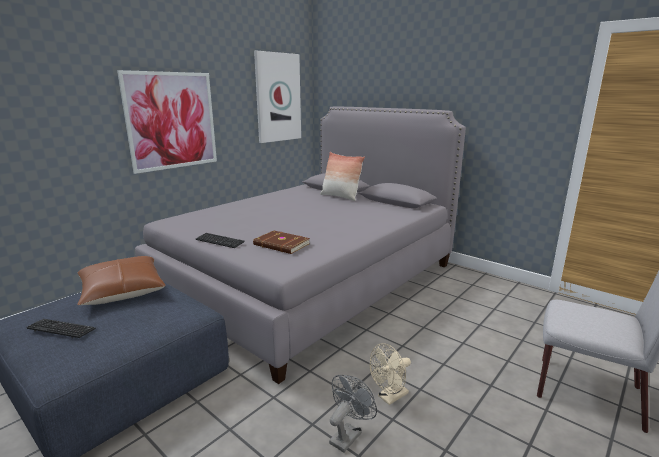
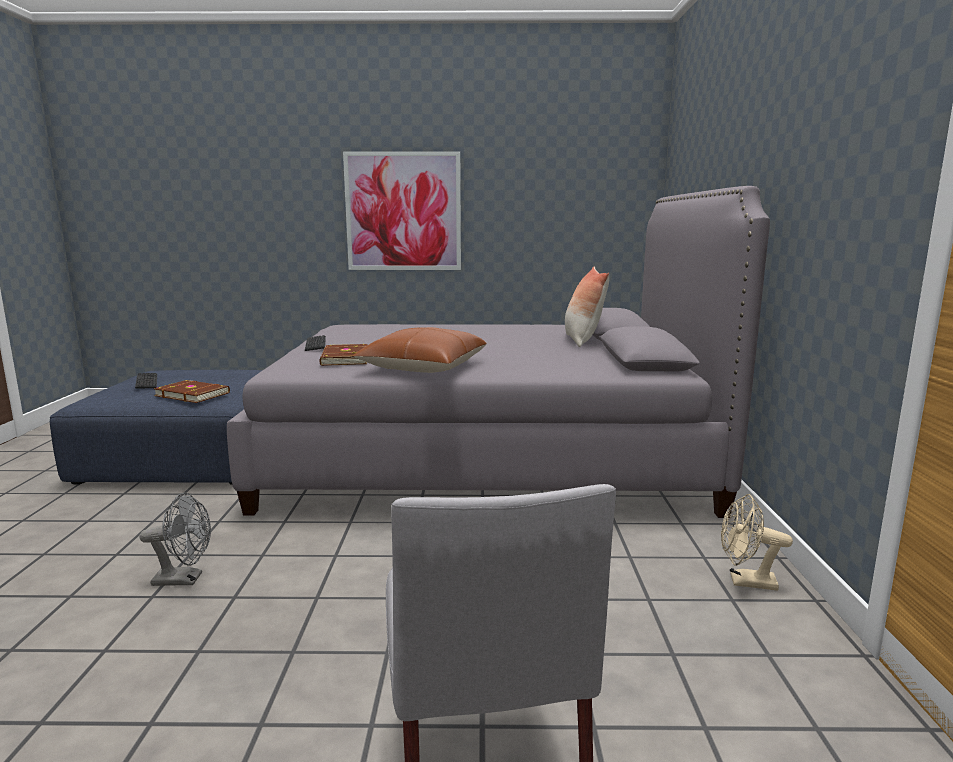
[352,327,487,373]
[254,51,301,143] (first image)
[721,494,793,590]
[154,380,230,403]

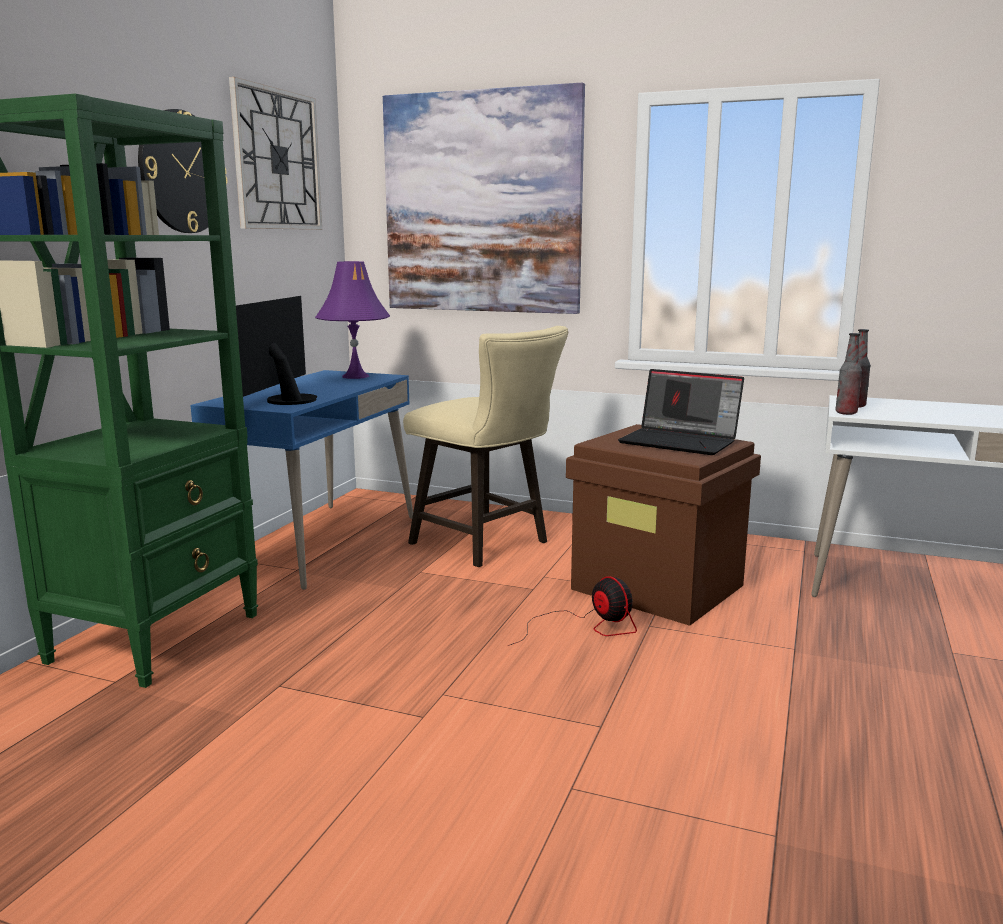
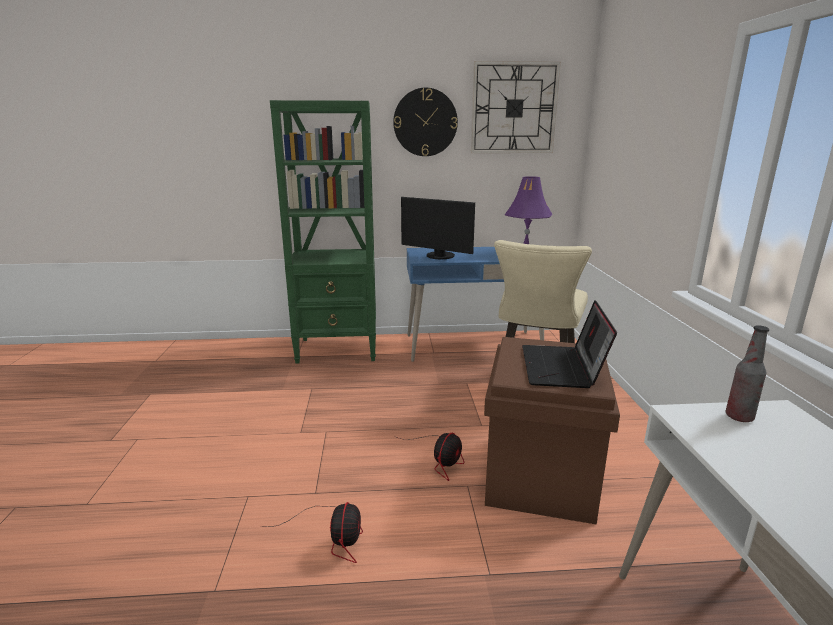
[401,197,475,259]
[383,83,585,314] (first image)
[835,333,862,415] (first image)
[261,502,363,563]

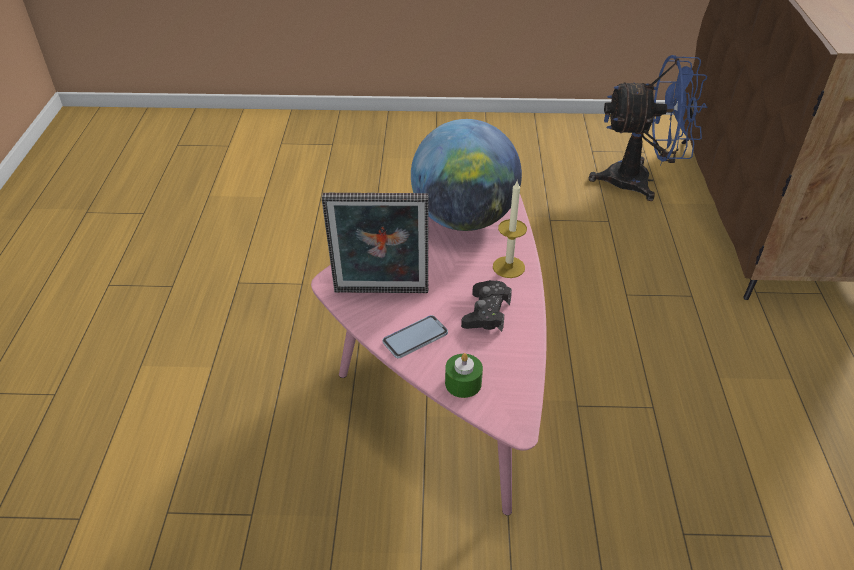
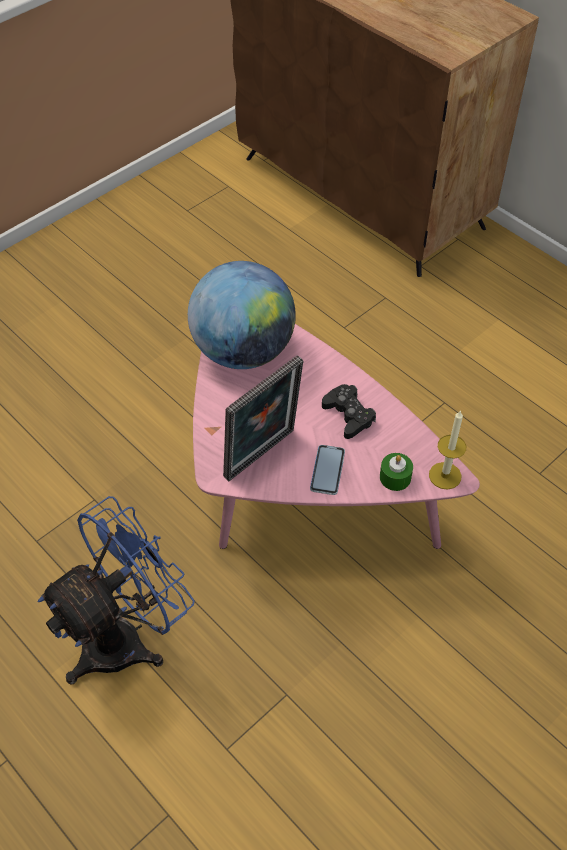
[429,410,466,489]
[38,496,195,685]

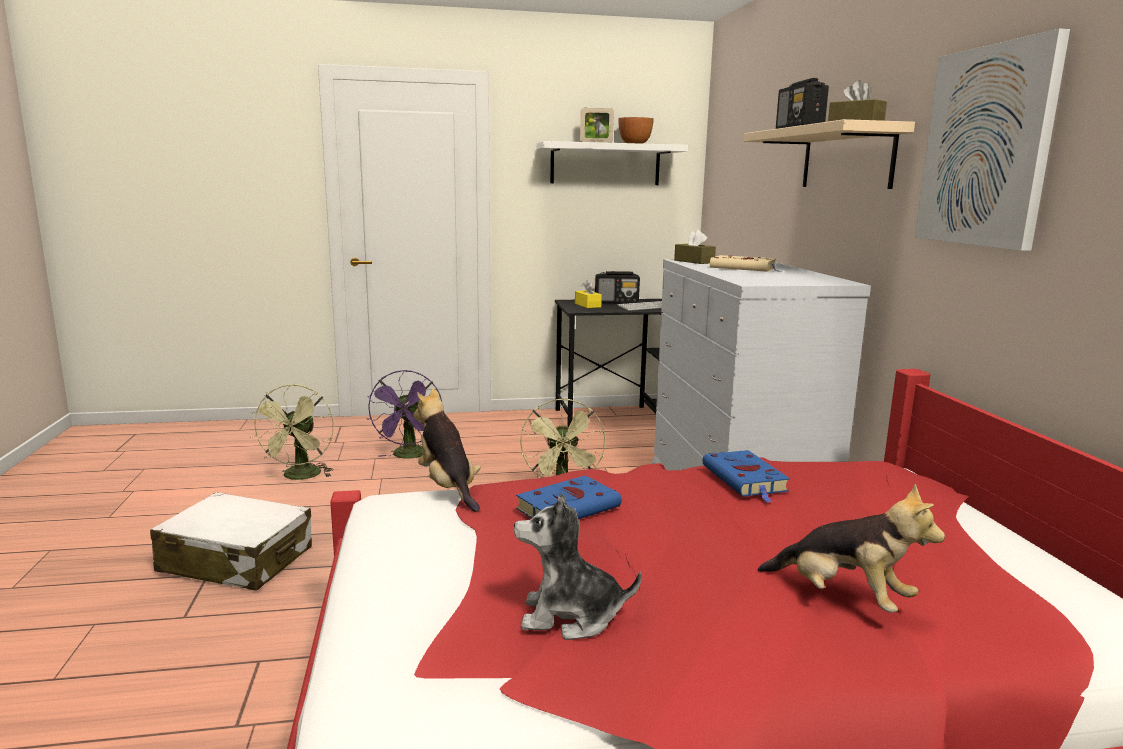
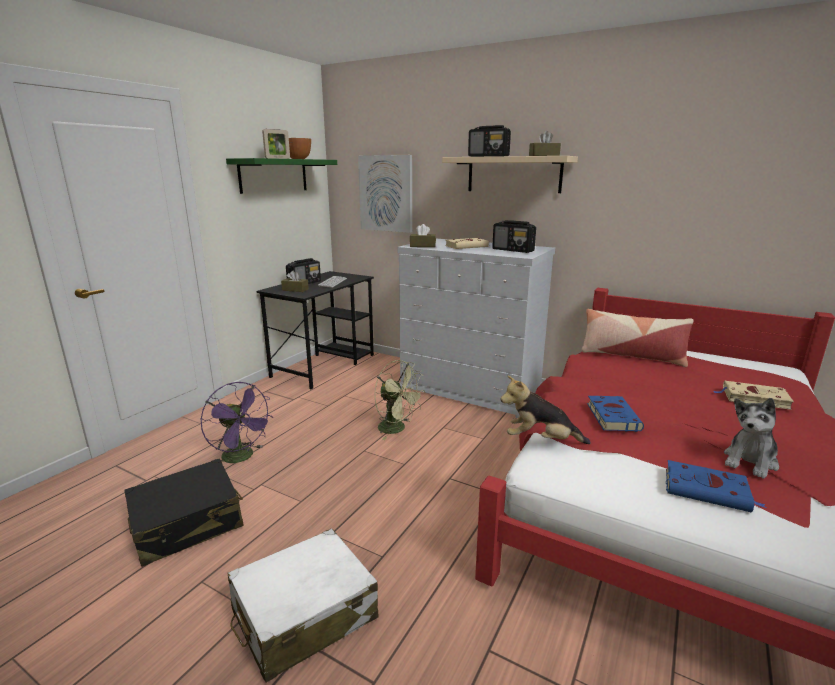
[124,458,244,567]
[226,158,337,194]
[281,271,309,292]
[666,460,766,513]
[714,381,794,410]
[358,155,412,233]
[492,220,536,253]
[582,309,693,367]

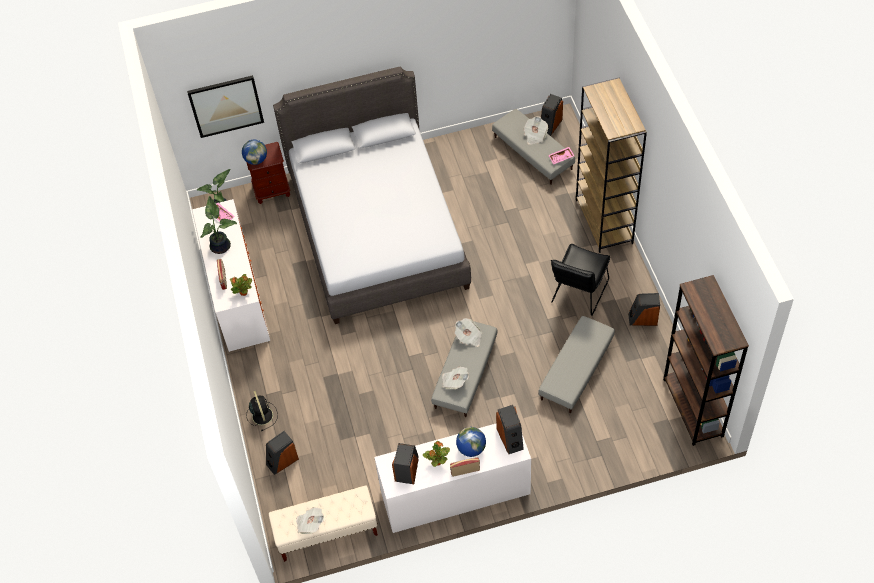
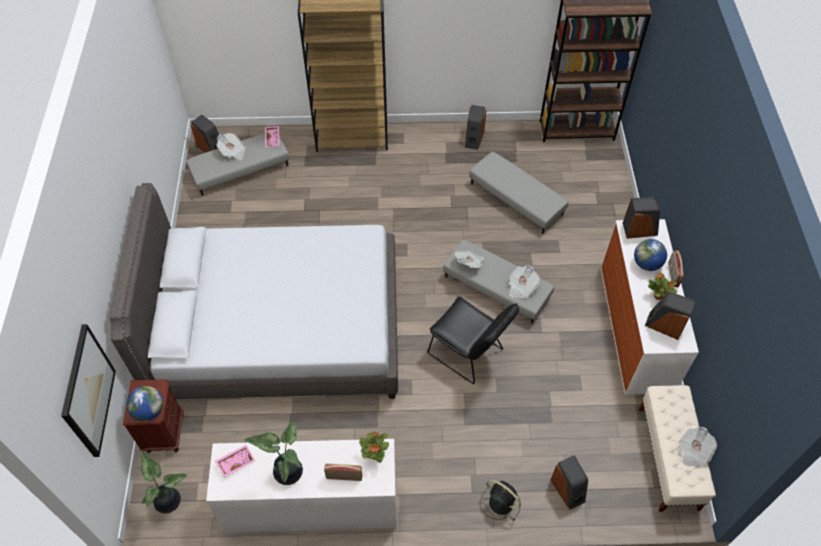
[480,479,521,521]
[427,297,519,384]

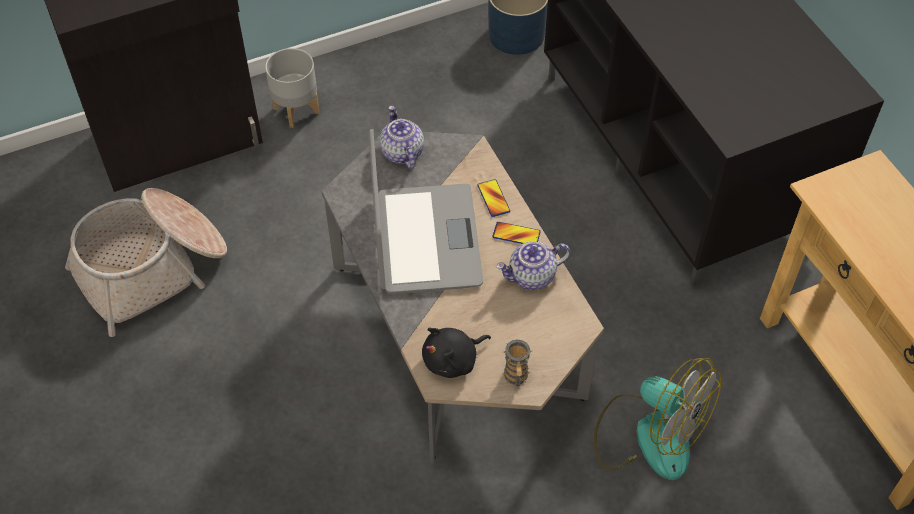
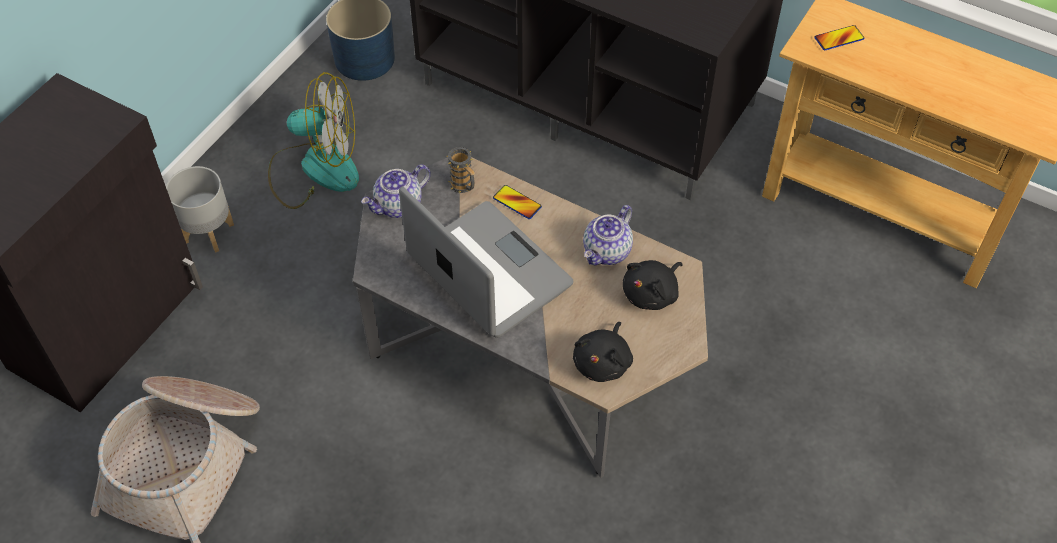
[361,164,431,218]
[815,25,864,50]
[446,147,475,193]
[268,72,359,209]
[623,260,683,310]

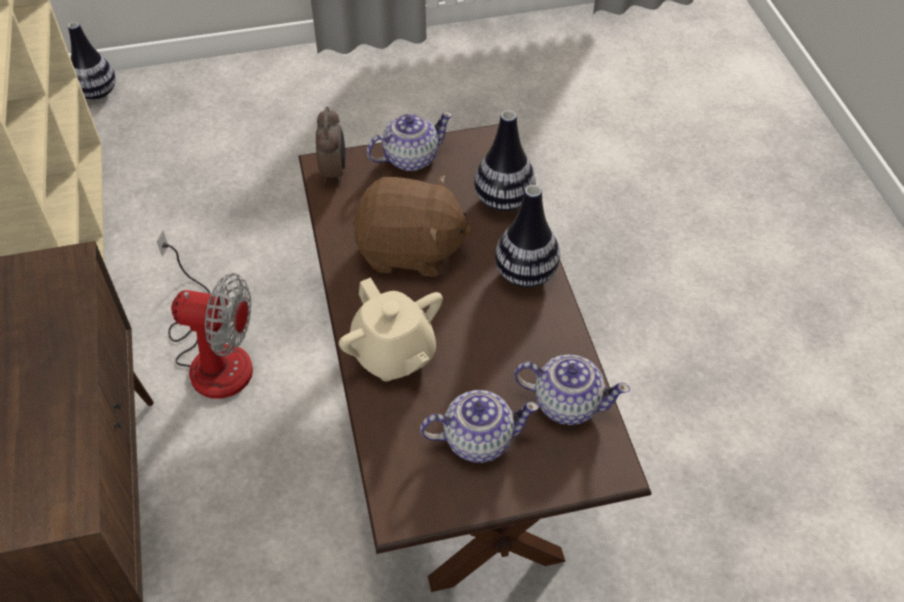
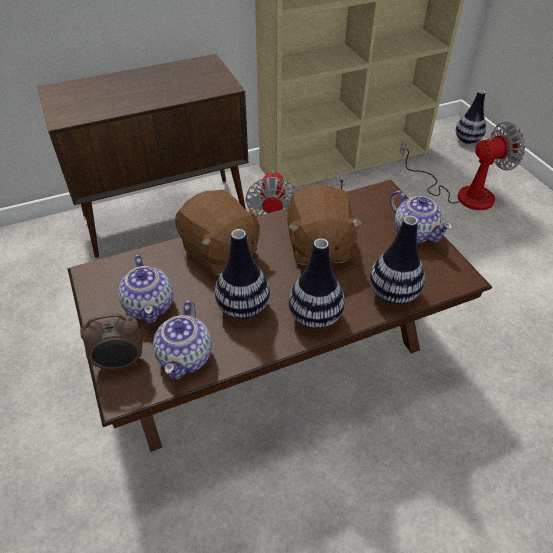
[80,313,142,372]
[175,189,261,276]
[215,229,270,319]
[400,122,525,210]

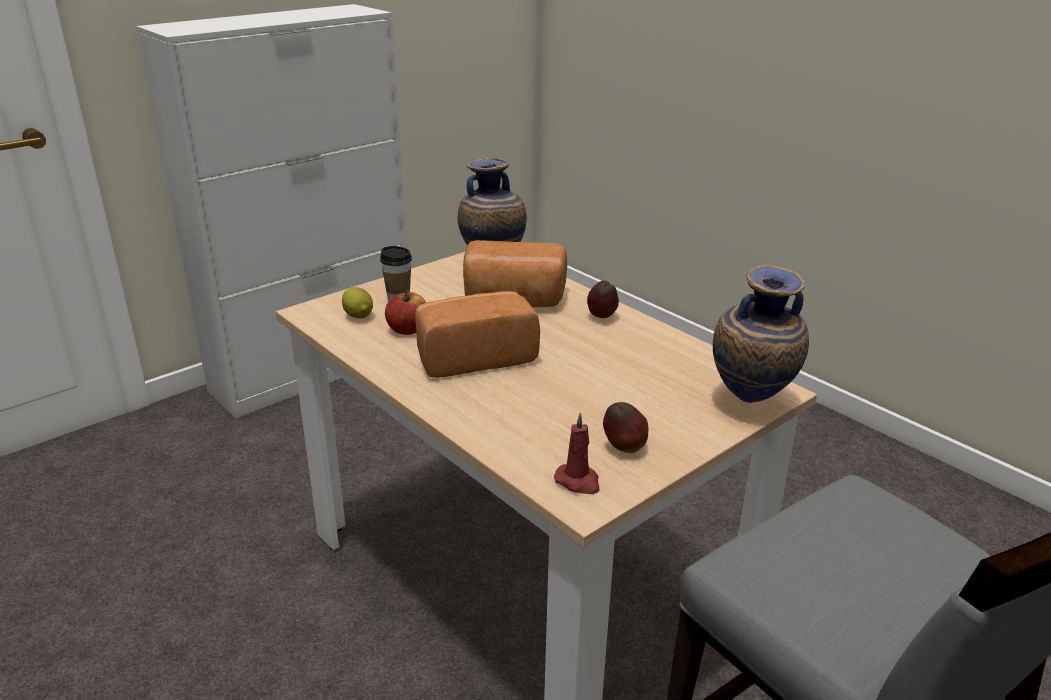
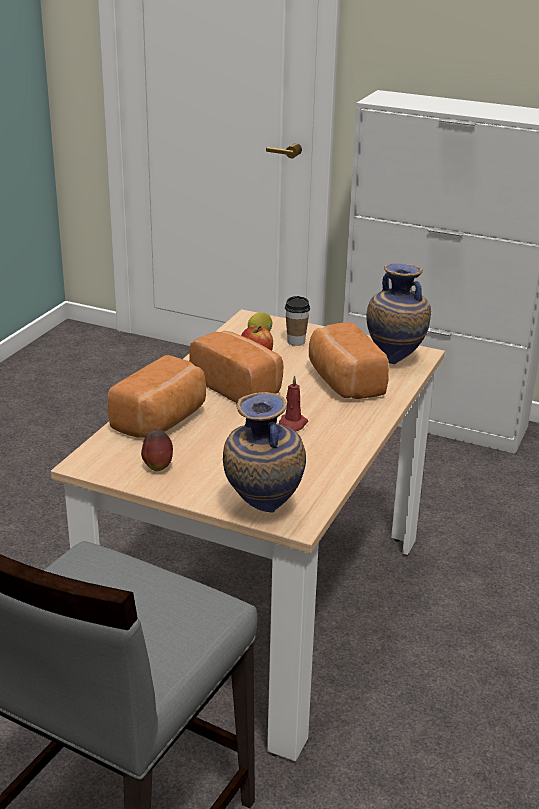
[279,375,308,432]
[587,280,619,318] (first image)
[108,355,206,438]

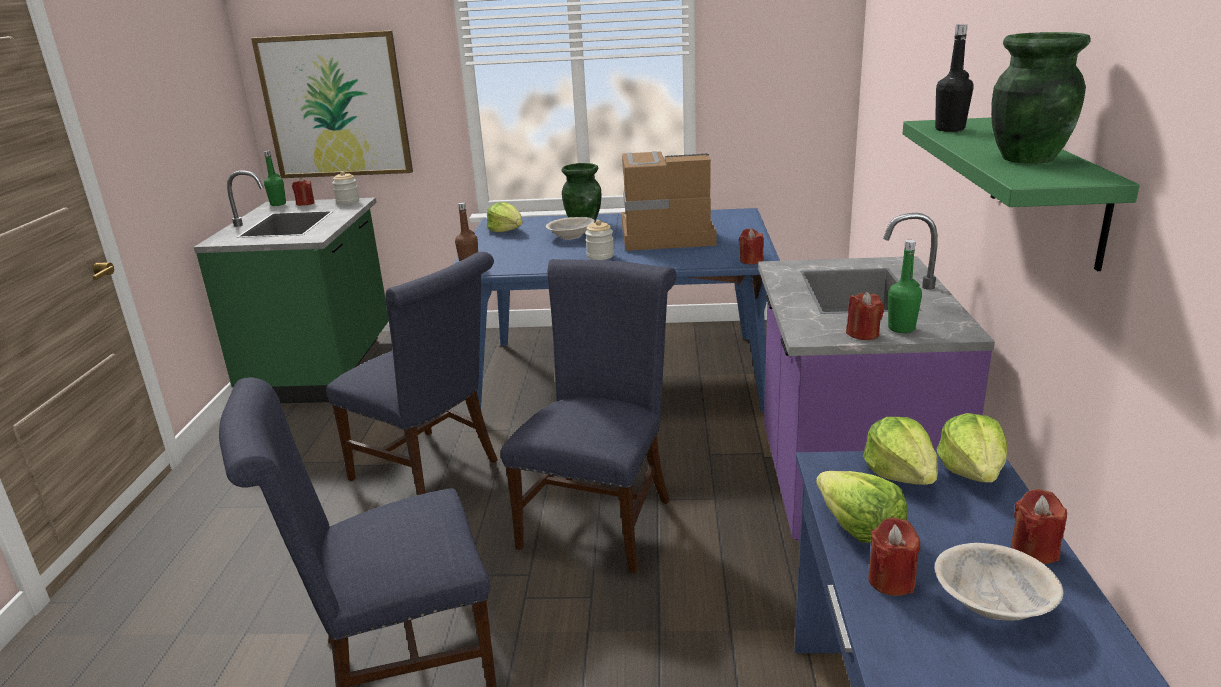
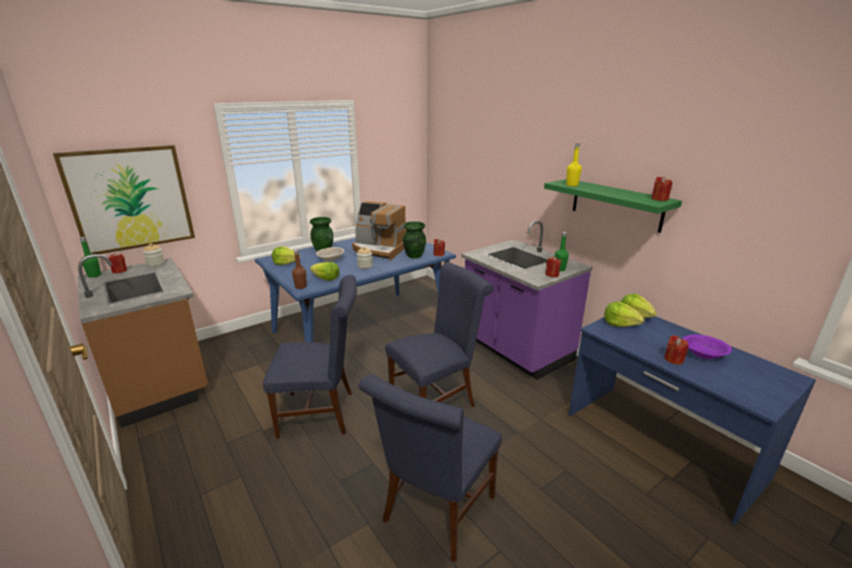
[77,254,208,428]
[385,262,494,407]
[352,201,406,261]
[310,262,340,281]
[683,335,732,359]
[566,143,582,186]
[403,221,426,258]
[651,176,672,201]

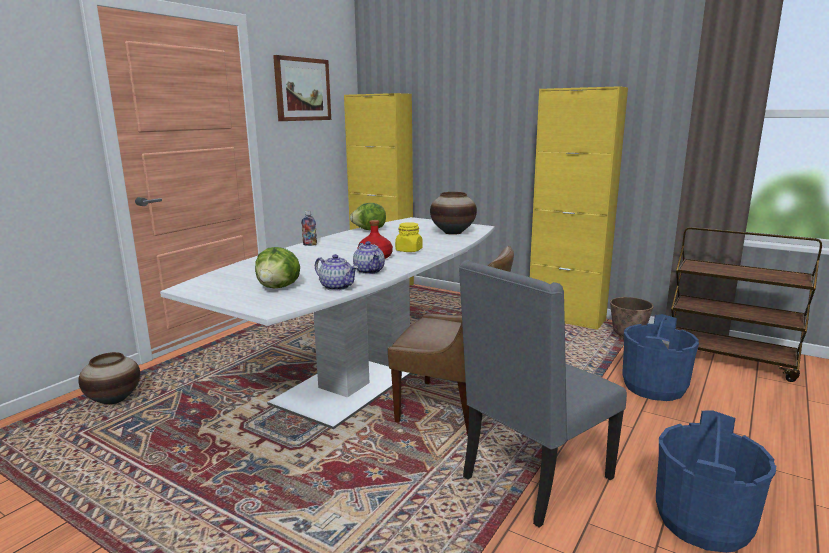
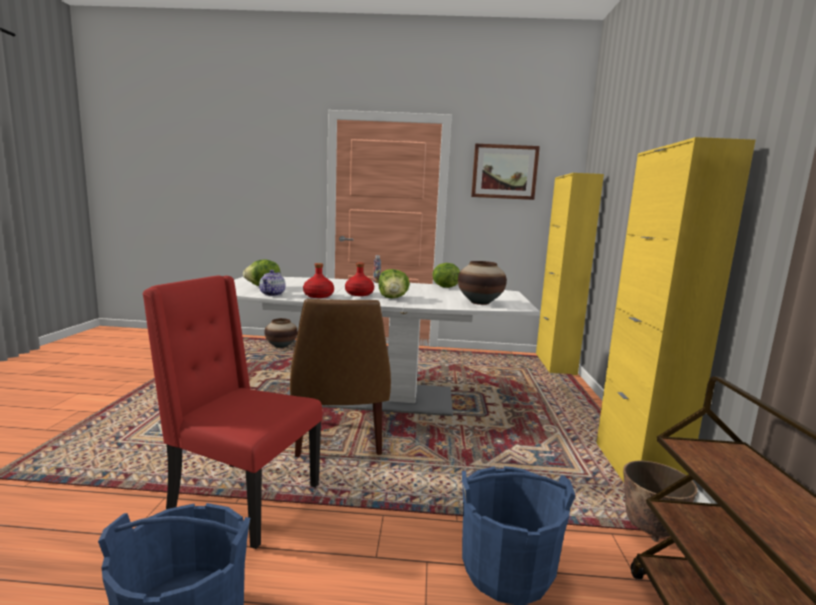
[303,263,334,298]
[378,269,410,298]
[142,276,322,549]

